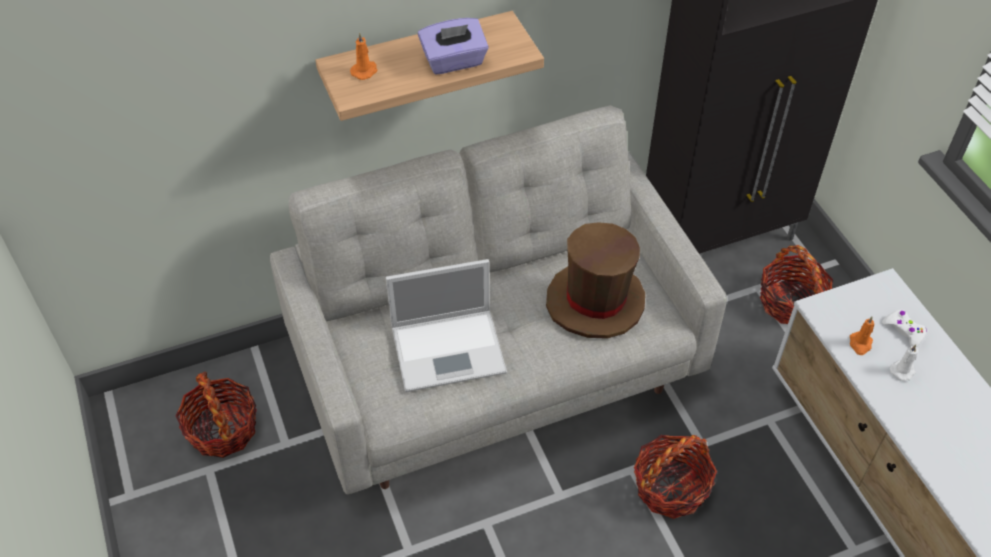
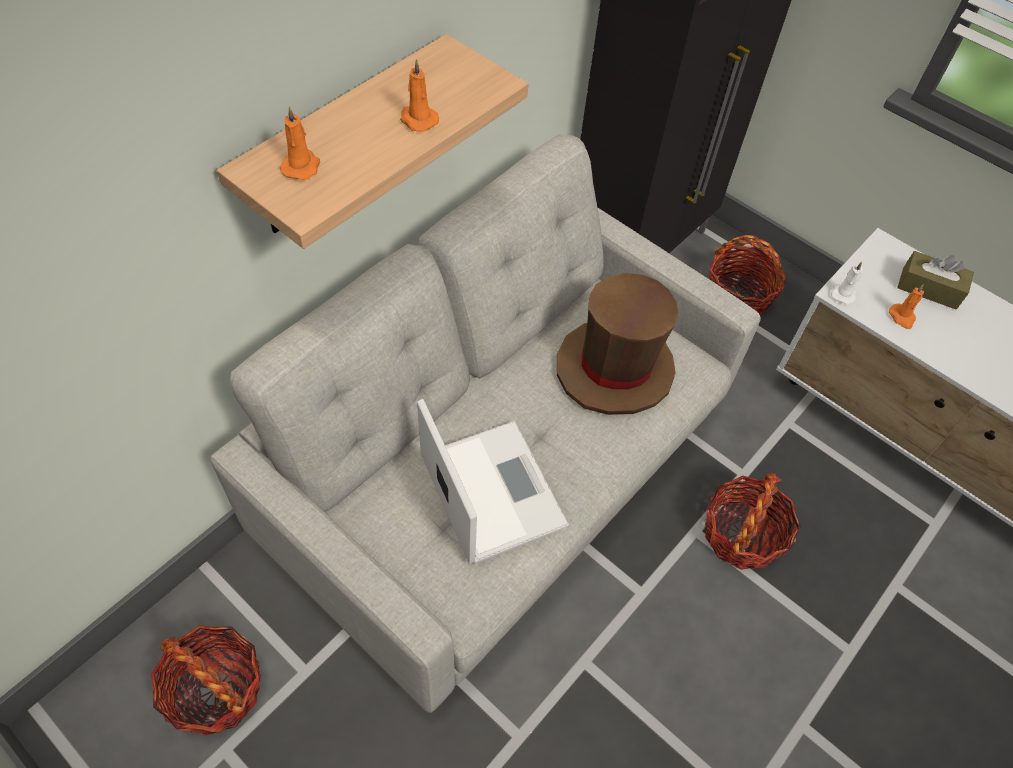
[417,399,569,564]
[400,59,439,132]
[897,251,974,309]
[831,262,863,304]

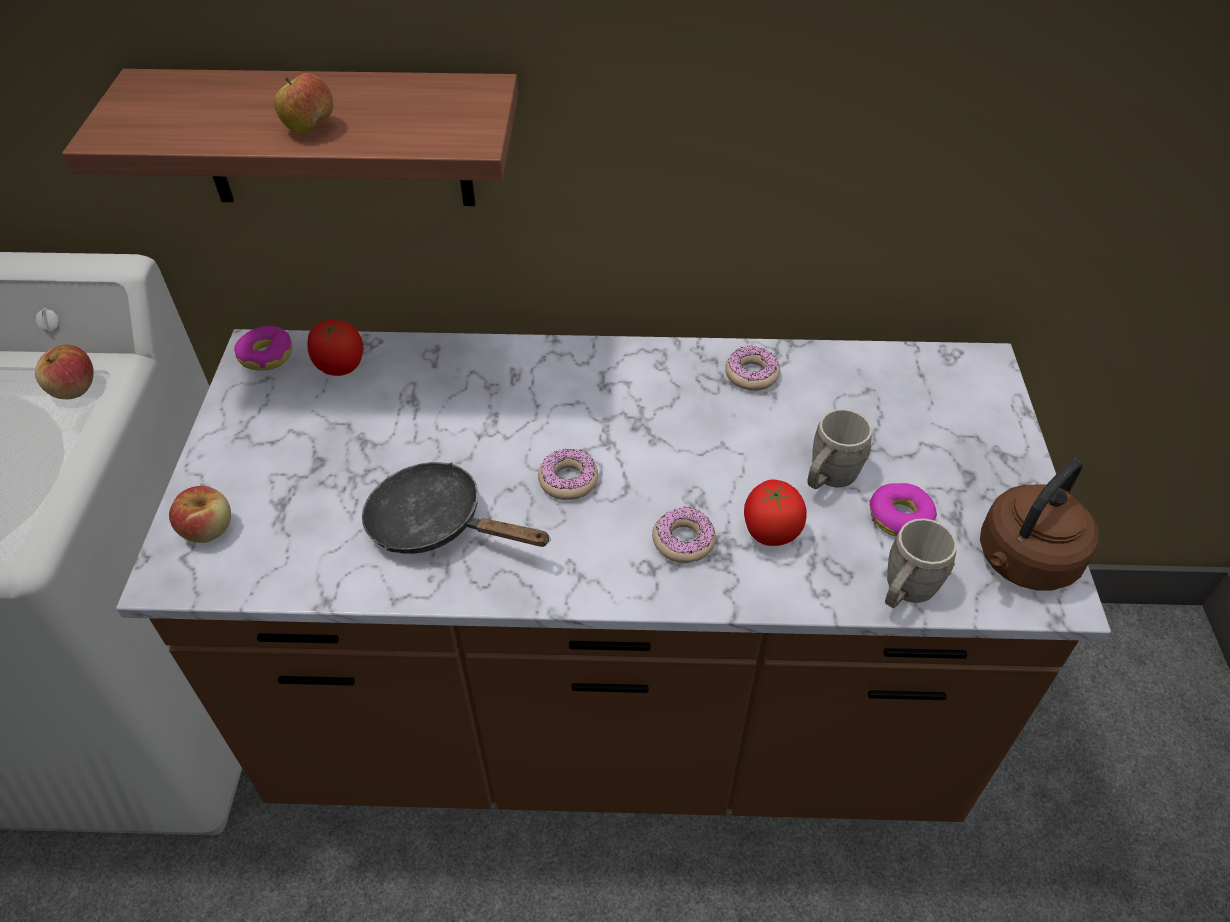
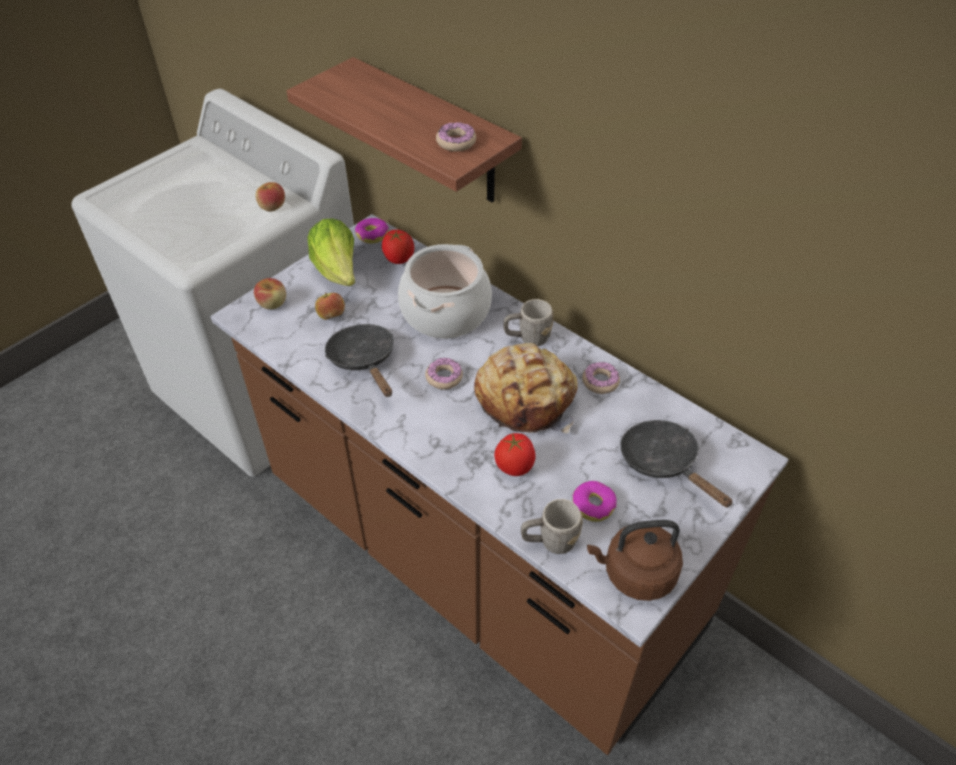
[315,293,345,320]
[436,122,476,152]
[503,299,554,346]
[307,218,355,286]
[398,244,492,339]
[474,343,578,433]
[620,420,733,508]

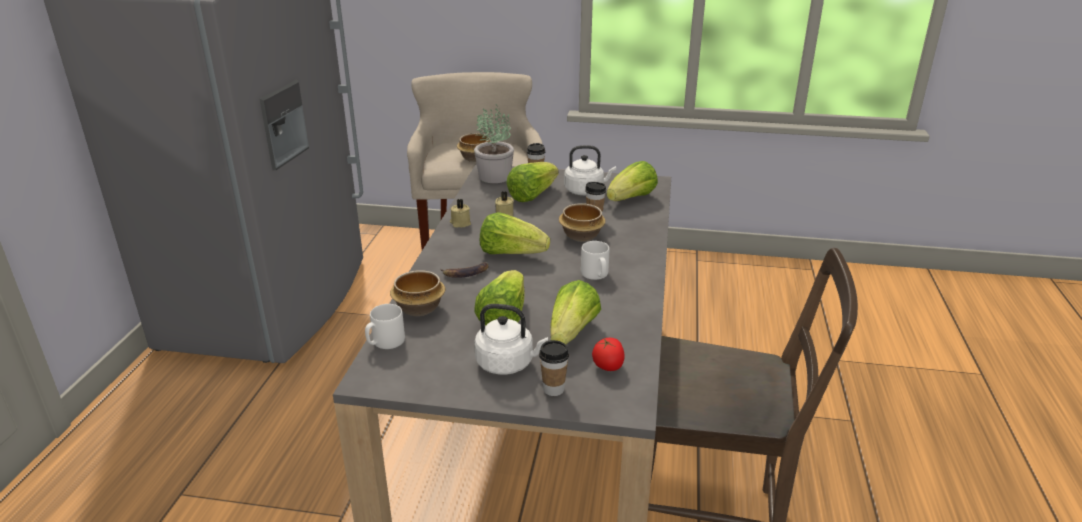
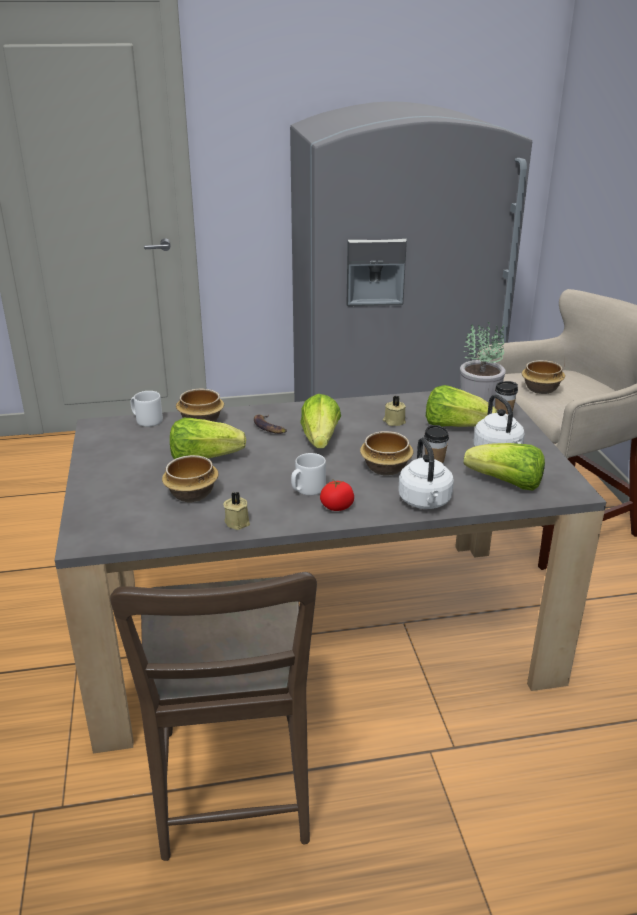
[223,492,250,530]
[398,437,454,509]
[539,340,569,396] (first image)
[162,455,219,502]
[320,479,354,511]

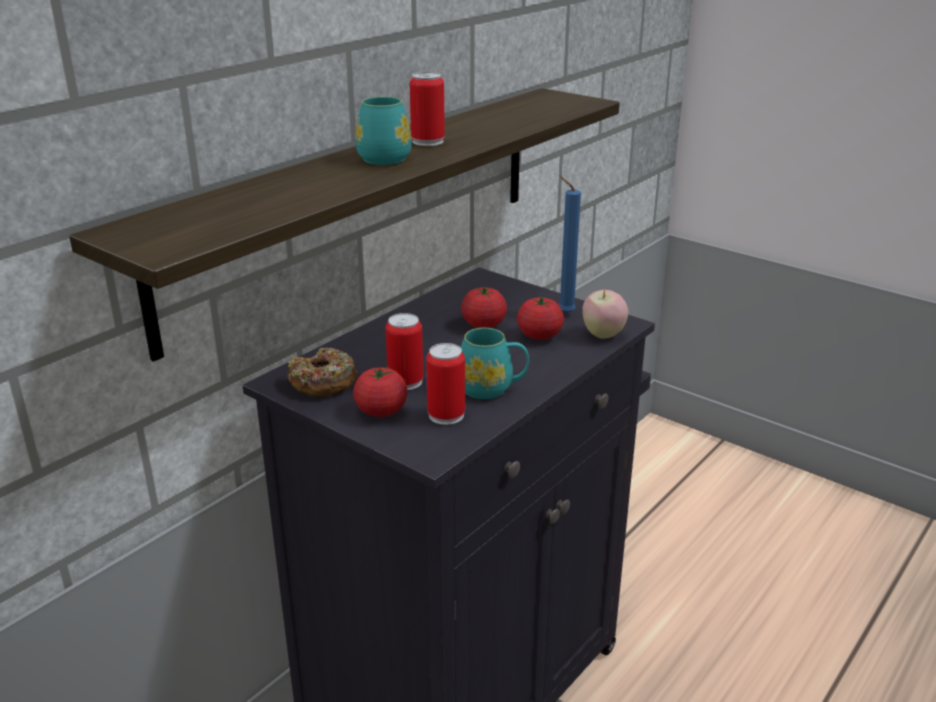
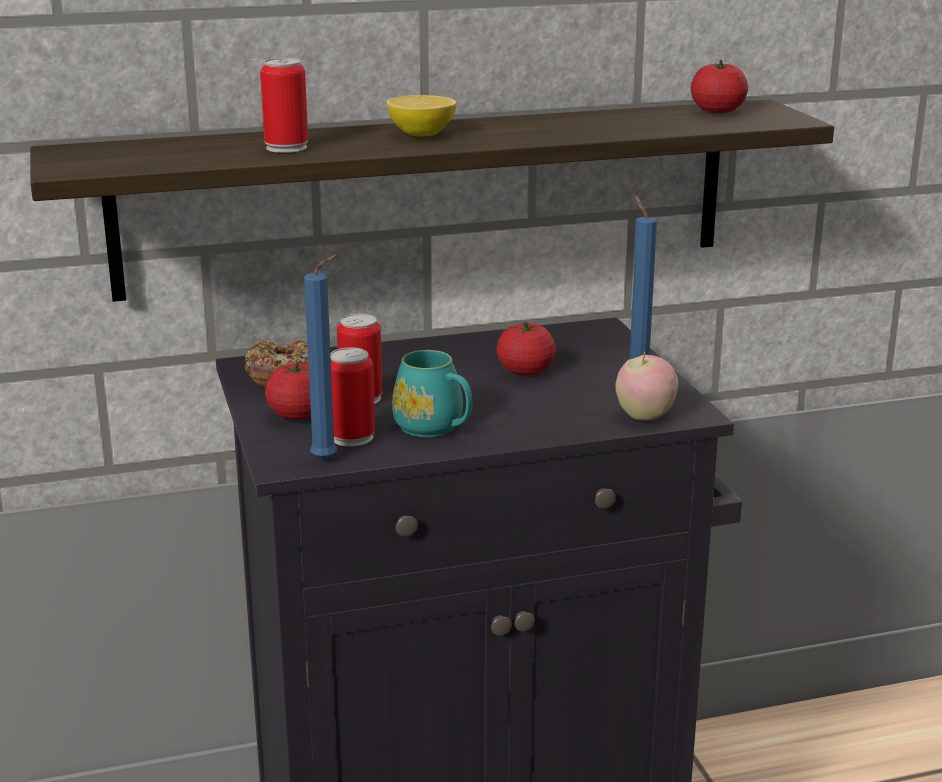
[387,95,457,137]
[260,58,308,153]
[691,60,748,114]
[304,254,339,460]

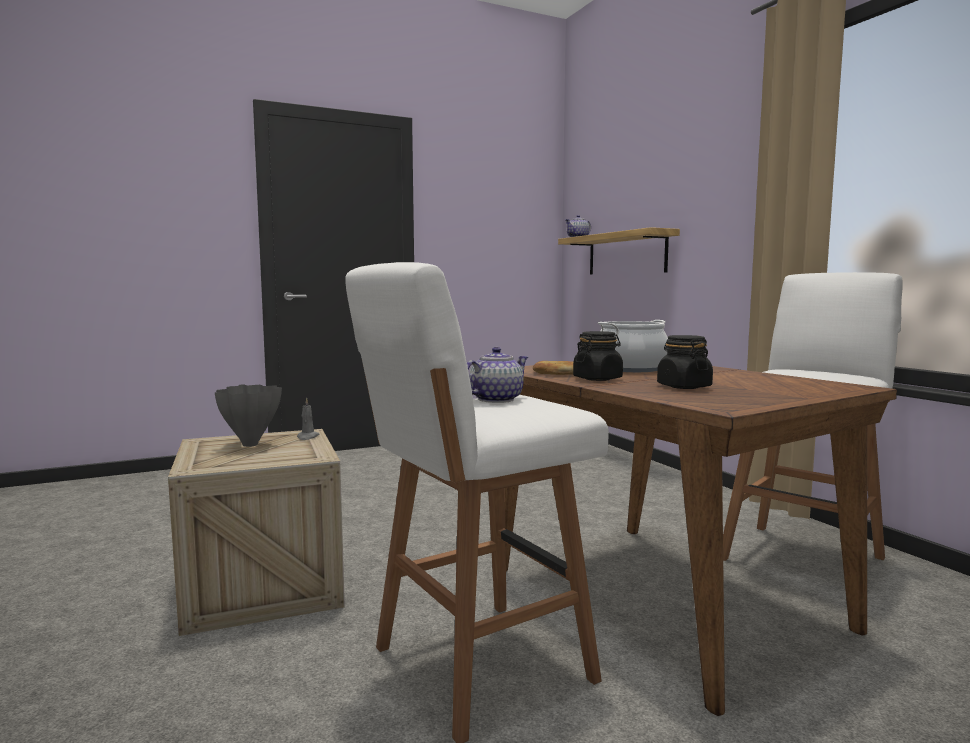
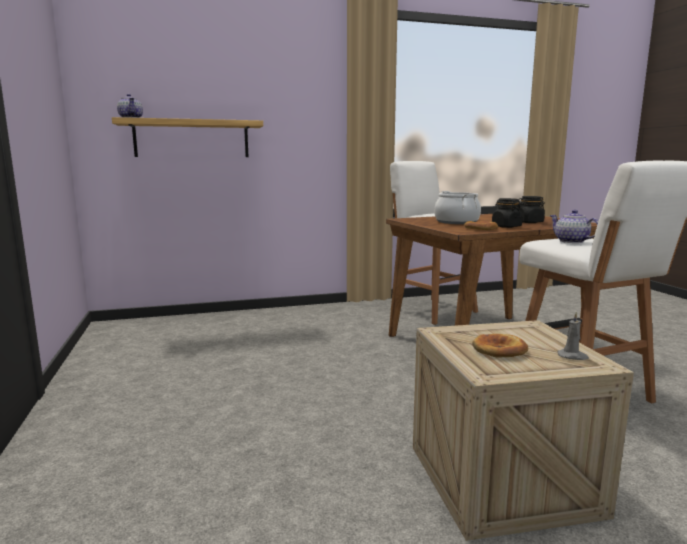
[472,334,528,357]
[557,311,589,360]

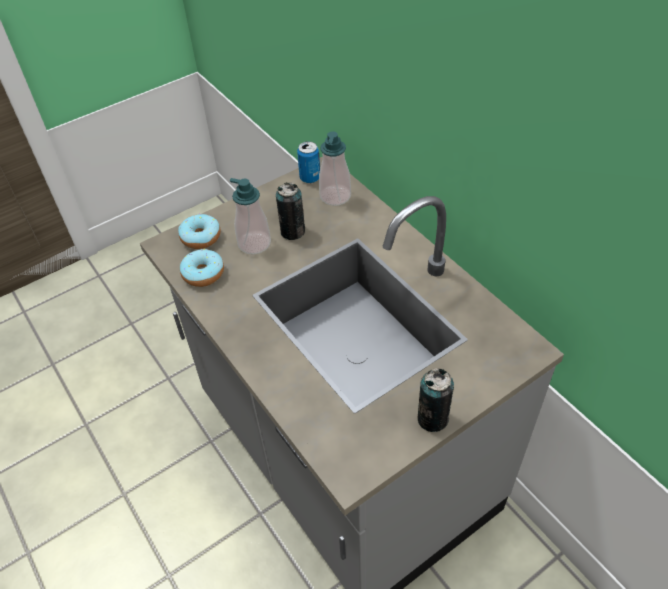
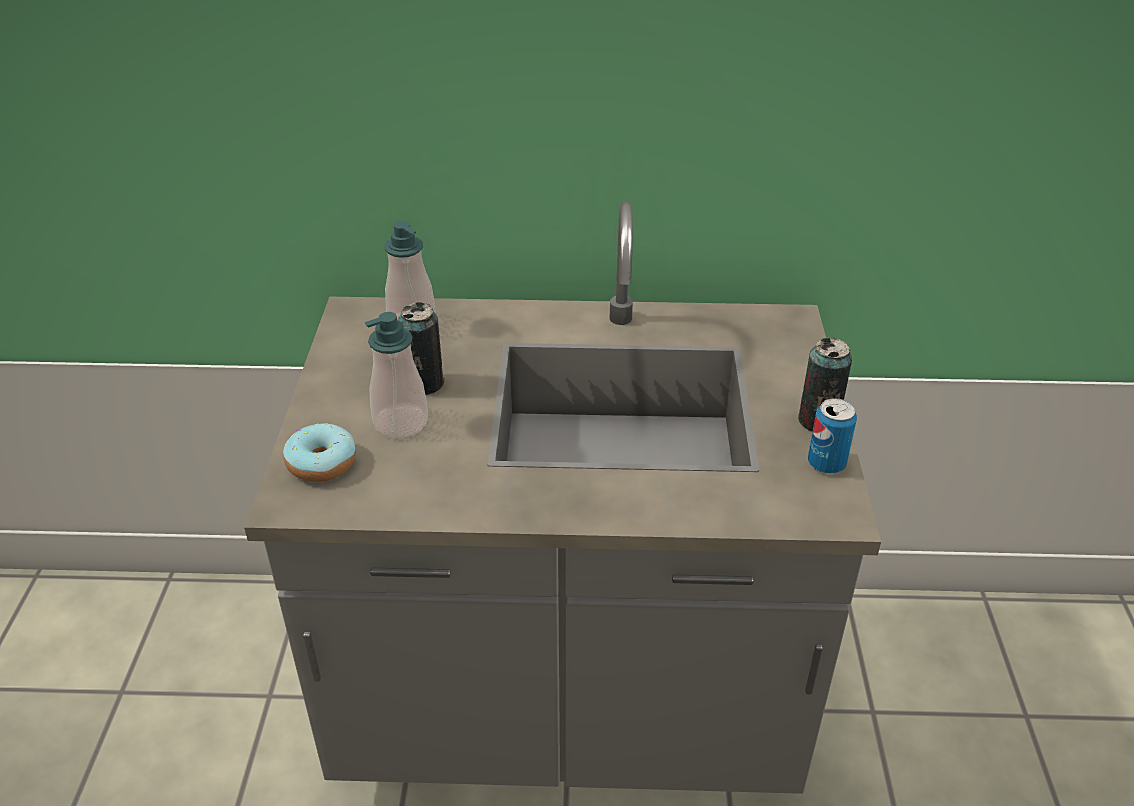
[180,249,224,287] (first image)
[808,398,857,474]

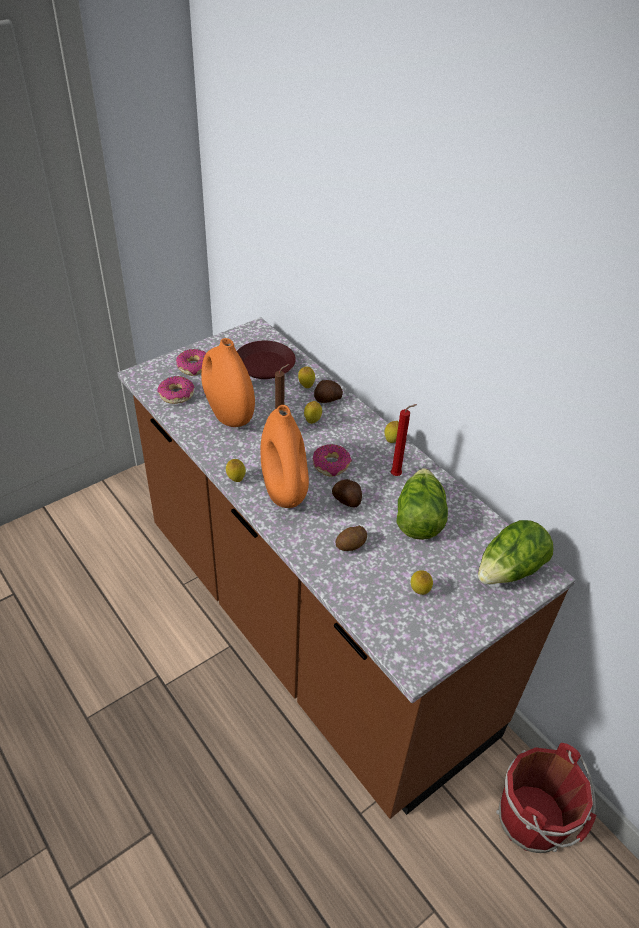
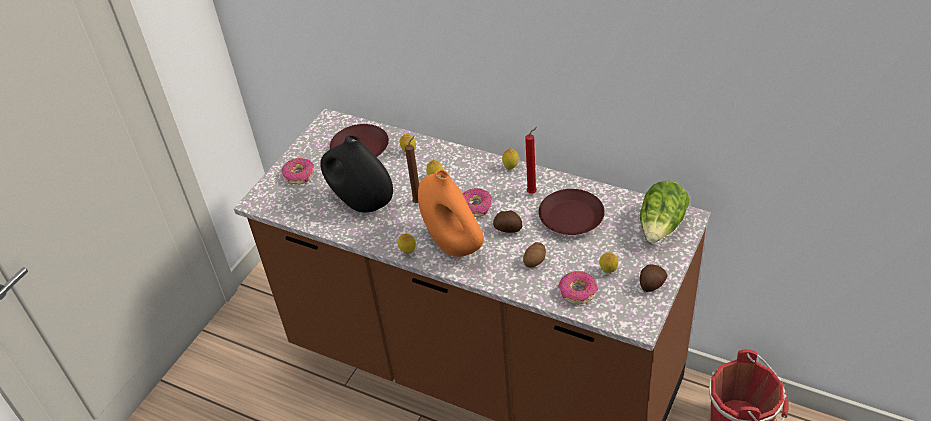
[558,271,598,305]
[320,135,393,212]
[640,264,668,292]
[539,189,605,235]

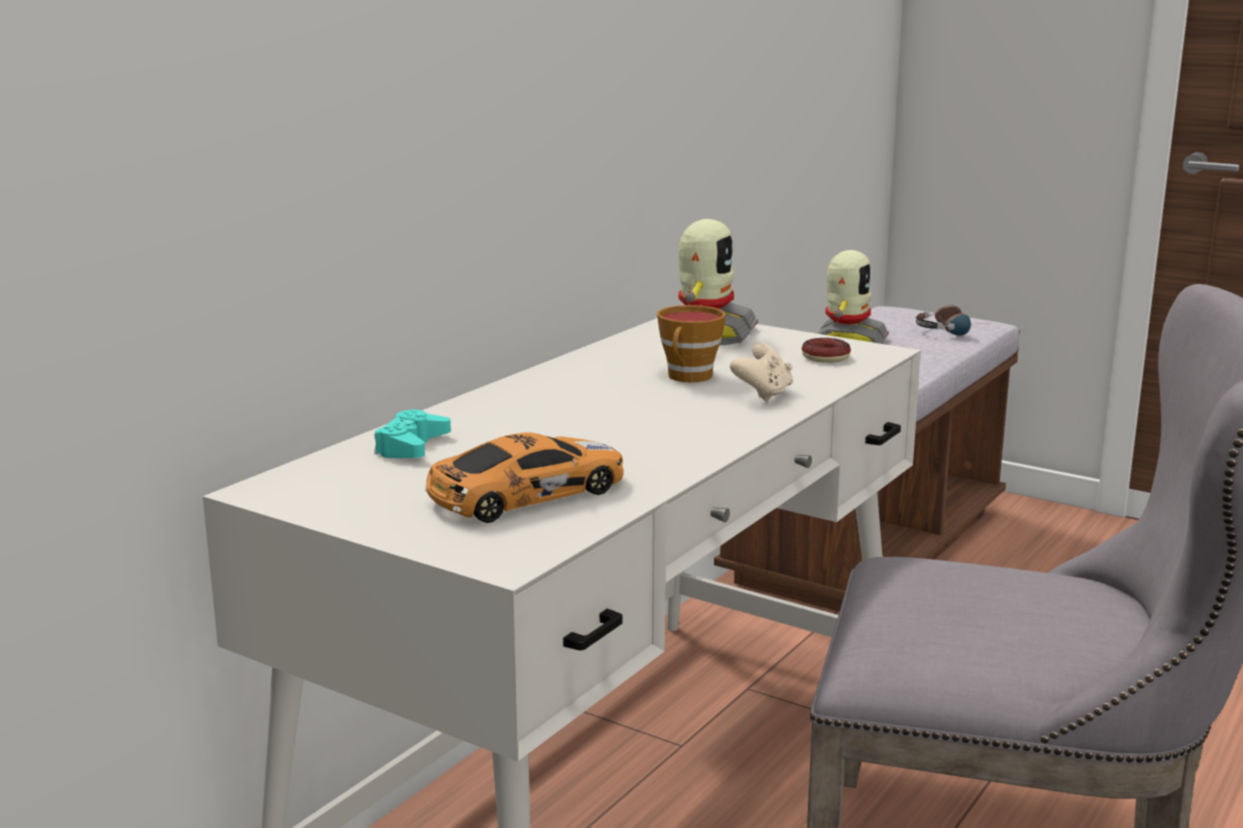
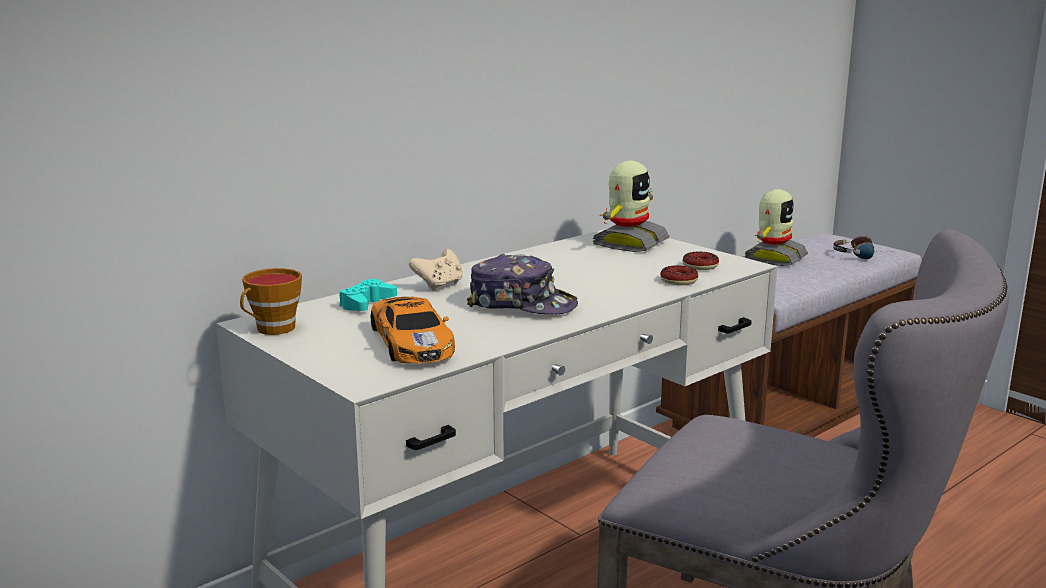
[371,297,455,364]
[240,268,302,335]
[409,249,463,291]
[467,254,578,314]
[660,265,698,285]

